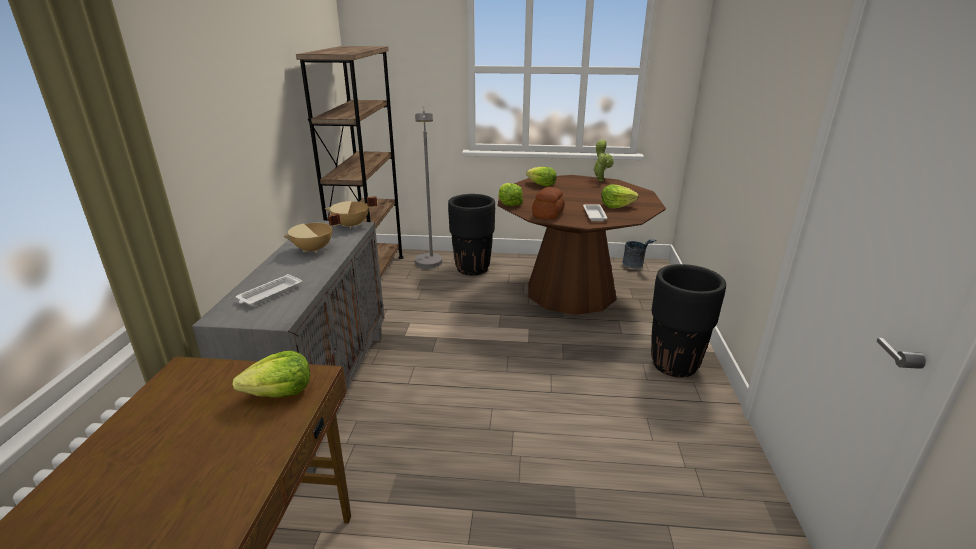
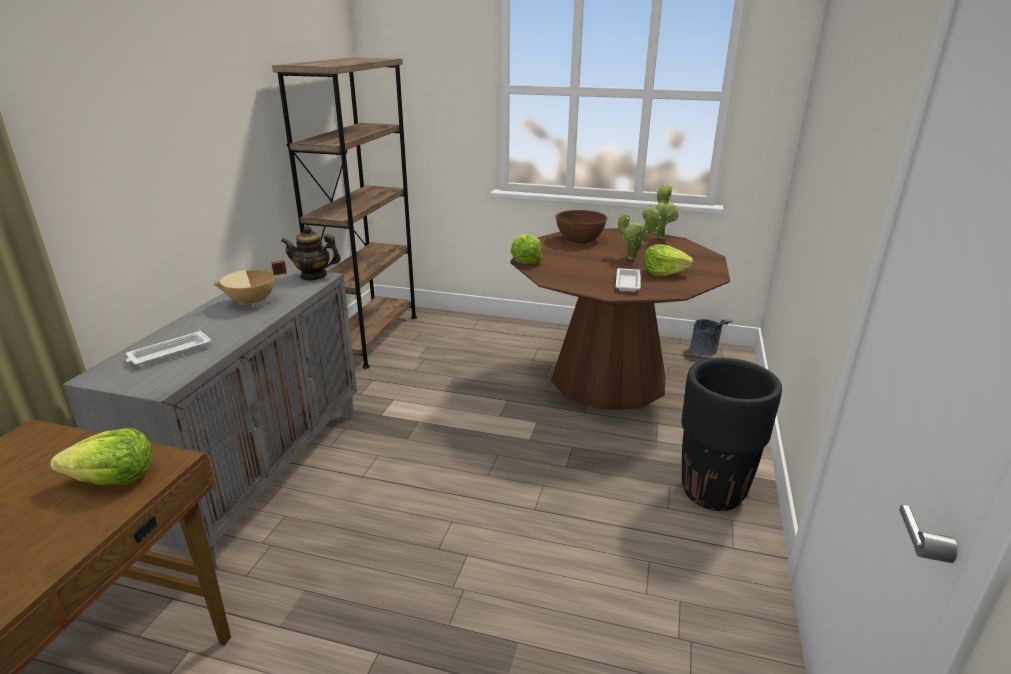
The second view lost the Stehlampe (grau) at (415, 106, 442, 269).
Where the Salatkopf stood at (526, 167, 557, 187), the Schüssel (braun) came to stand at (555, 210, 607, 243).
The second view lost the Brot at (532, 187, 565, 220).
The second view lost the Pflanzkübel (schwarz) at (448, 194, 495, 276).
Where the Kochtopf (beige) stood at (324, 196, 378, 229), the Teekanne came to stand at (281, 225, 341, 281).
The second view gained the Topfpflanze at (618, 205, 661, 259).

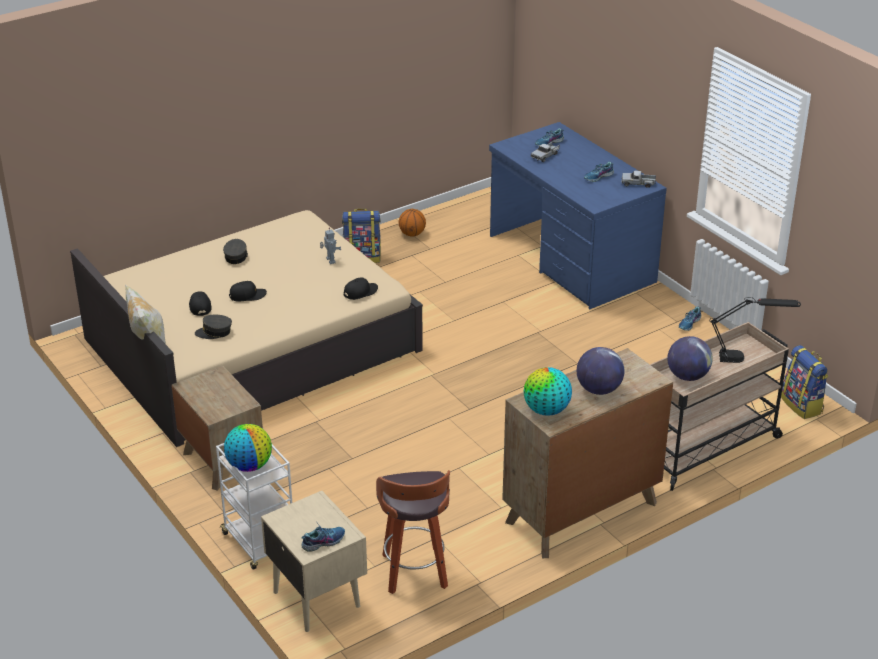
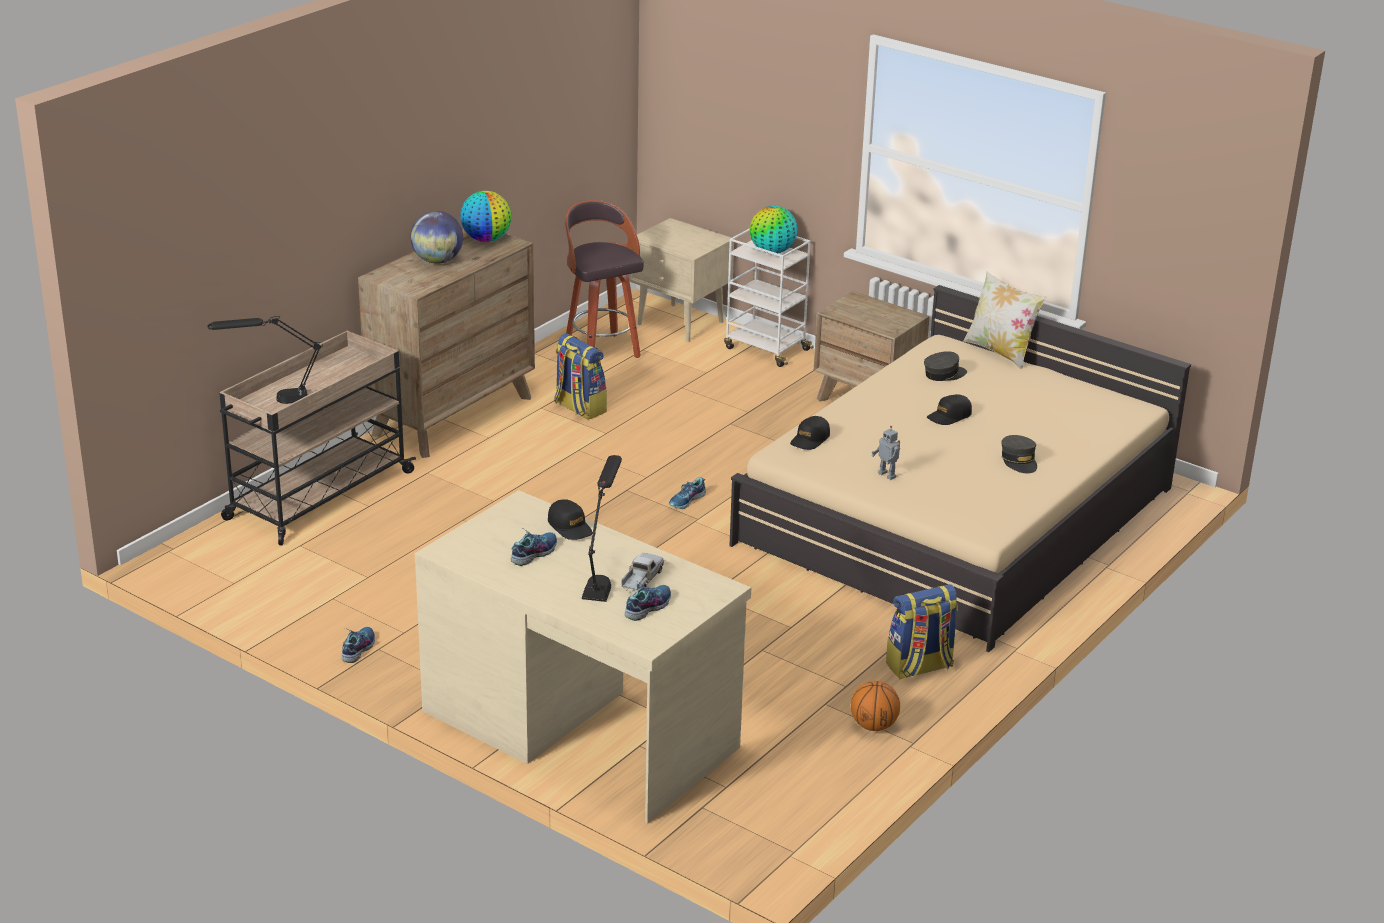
What was the Schreibtisch (blau) at (489, 122, 667, 309) turned into the Schreibtisch (beige) at (415, 490, 751, 824).
The second view lost the Spielzeuglaster at (621, 171, 656, 188).
The Kappe (schwarz) ended up elsewhere, having gone from (189, 291, 212, 316) to (548, 499, 593, 540).
The second view lost the Globus at (667, 336, 713, 381).
The Rucksack ended up elsewhere, having gone from (781, 345, 829, 419) to (554, 333, 607, 420).
The Schuh ended up elsewhere, having gone from (302, 524, 345, 551) to (669, 477, 706, 509).
The second view gained the Tischlampe (schwarz) at (582, 455, 622, 602).

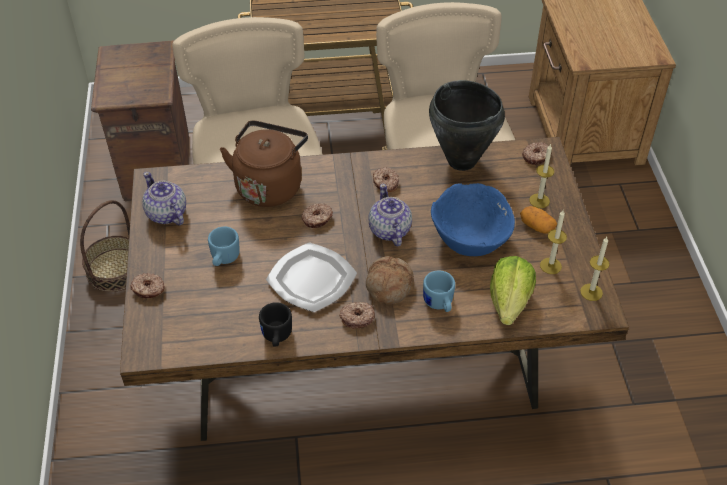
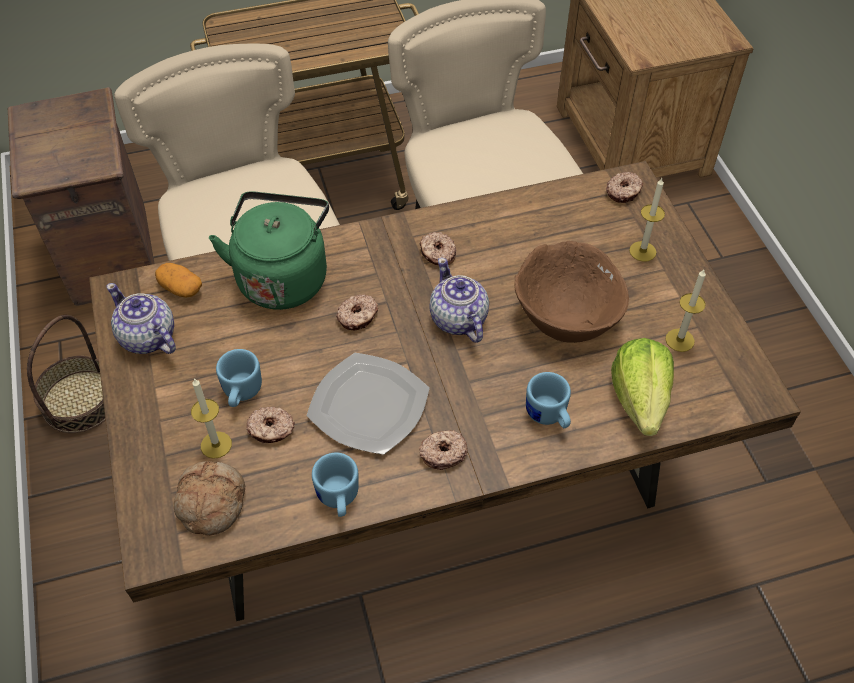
The second view lost the Kochtopf (schwarz) at (429, 80, 505, 171).
What was the Wasserkessel (braun) at (220, 120, 308, 207) turned into the Wasserkessel (grün) at (209, 191, 329, 310).
What was the Schüssel (blau) at (431, 183, 515, 256) turned into the Schüssel (braun) at (514, 241, 629, 343).
The Kartoffel ended up elsewhere, having gone from (520, 206, 557, 234) to (155, 263, 202, 298).
The Kerze ended up elsewhere, having gone from (580, 237, 610, 301) to (191, 378, 232, 459).
The Brot ended up elsewhere, having gone from (366, 256, 414, 304) to (174, 461, 245, 536).
The Donut ended up elsewhere, having gone from (130, 273, 165, 298) to (246, 406, 295, 443).
What was the Henkelbecher (schwarz) at (259, 302, 292, 347) turned into the Henkelbecher (blau) at (312, 453, 359, 517).

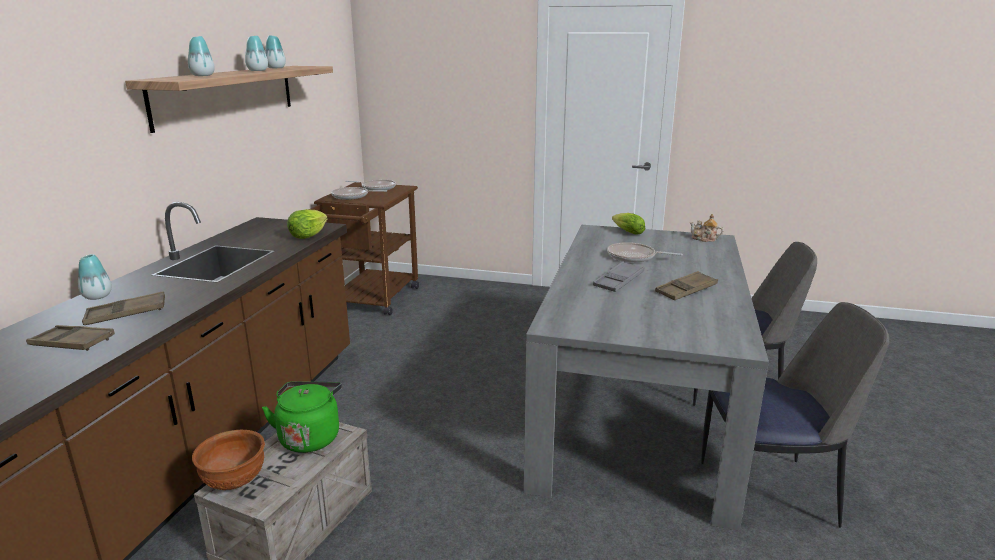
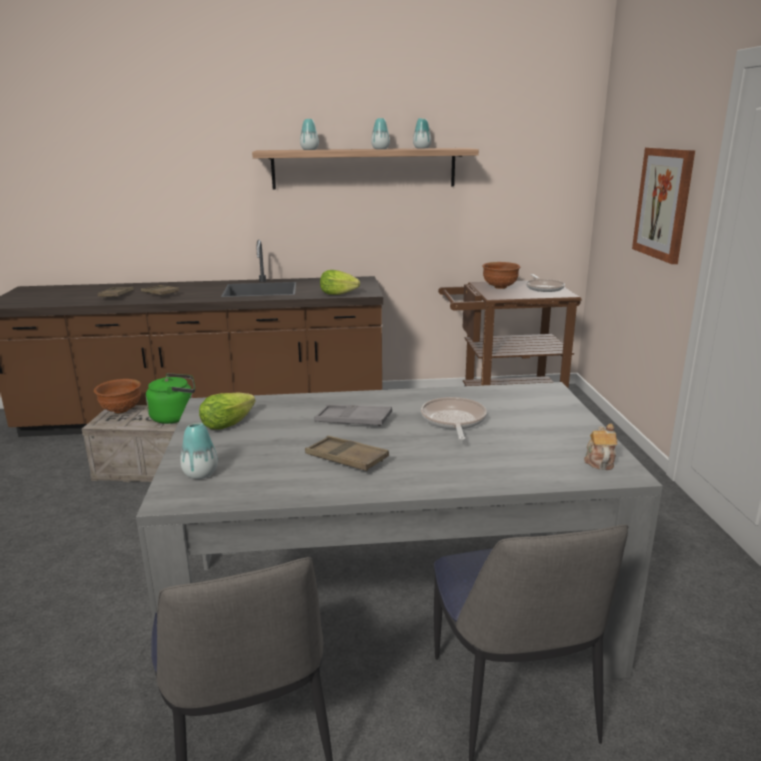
Where the Pfanne stood at (331, 187, 387, 200), the Schüssel (braun) came to stand at (482, 262, 520, 289).
The Salatkopf ended up elsewhere, having gone from (612, 213, 645, 234) to (199, 392, 256, 430).
The Vase ended up elsewhere, having gone from (78, 254, 112, 300) to (180, 423, 218, 479).
The second view gained the Bild at (632, 148, 695, 264).

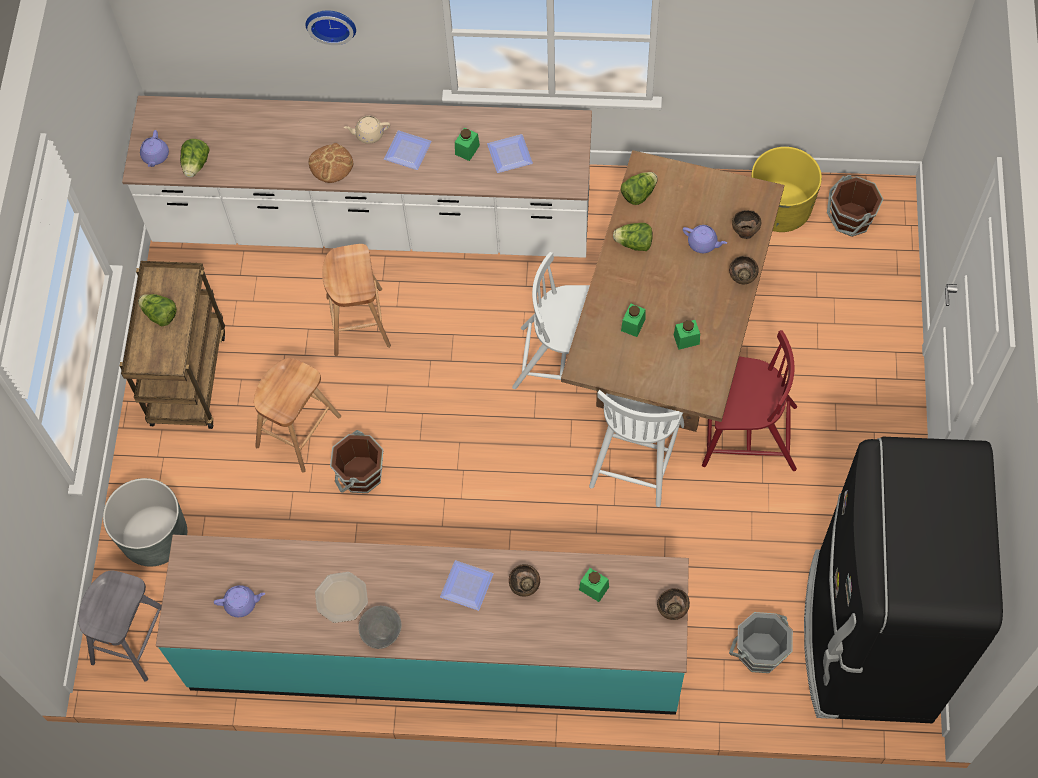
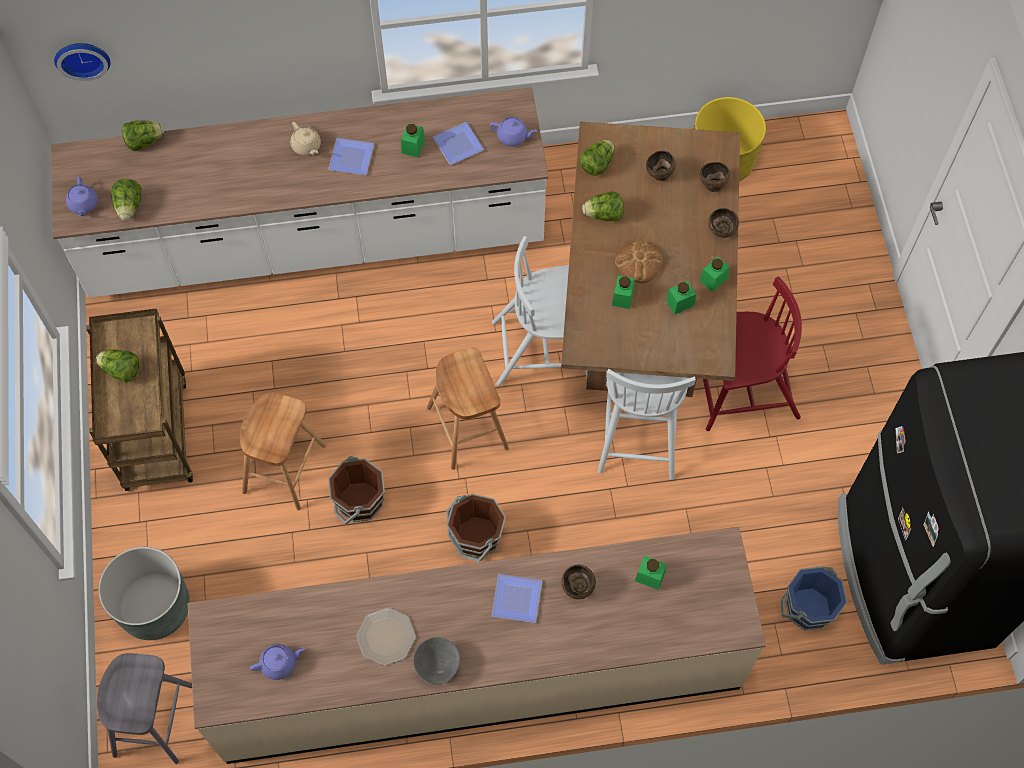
The Wanduhr ended up elsewhere, having gone from (305, 10, 356, 45) to (54, 43, 111, 81).
The Teekanne (beige) at (344, 116, 390, 144) ended up facing another way, 105 degrees counterclockwise from before.
The Brot ended up elsewhere, having gone from (309, 143, 353, 183) to (614, 240, 662, 283).
The Eimer (braun) ended up elsewhere, having gone from (827, 175, 883, 237) to (446, 493, 506, 562).
The Teekanne (lila) ended up elsewhere, having gone from (683, 225, 727, 253) to (490, 117, 537, 146).
The Hocker (braun) ended up elsewhere, having gone from (322, 244, 391, 356) to (427, 347, 509, 470).
What was the Küchenzeile (türkis) at (156, 535, 689, 715) turned into the Küchenzeile (beige) at (188, 527, 766, 764).
The Schüssel (braun) ended up elsewhere, having gone from (657, 588, 690, 620) to (646, 151, 676, 181).
What was the Eimer (grau) at (729, 612, 793, 673) turned into the Eimer (blau) at (781, 566, 848, 631).
The second view gained the Salatkopf at (122, 120, 164, 151).
The second view gained the Vorratsglas (grün) at (699, 256, 730, 292).

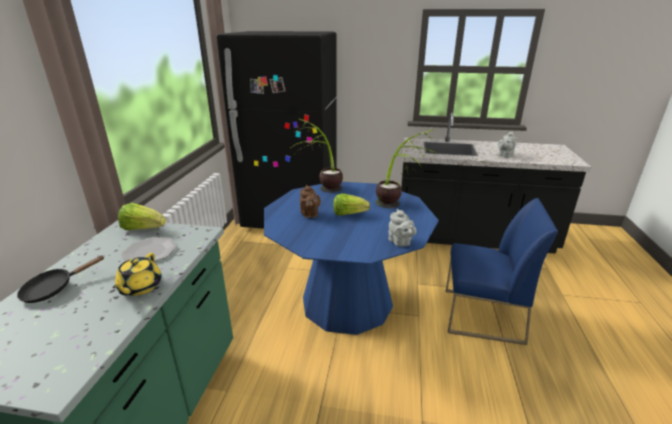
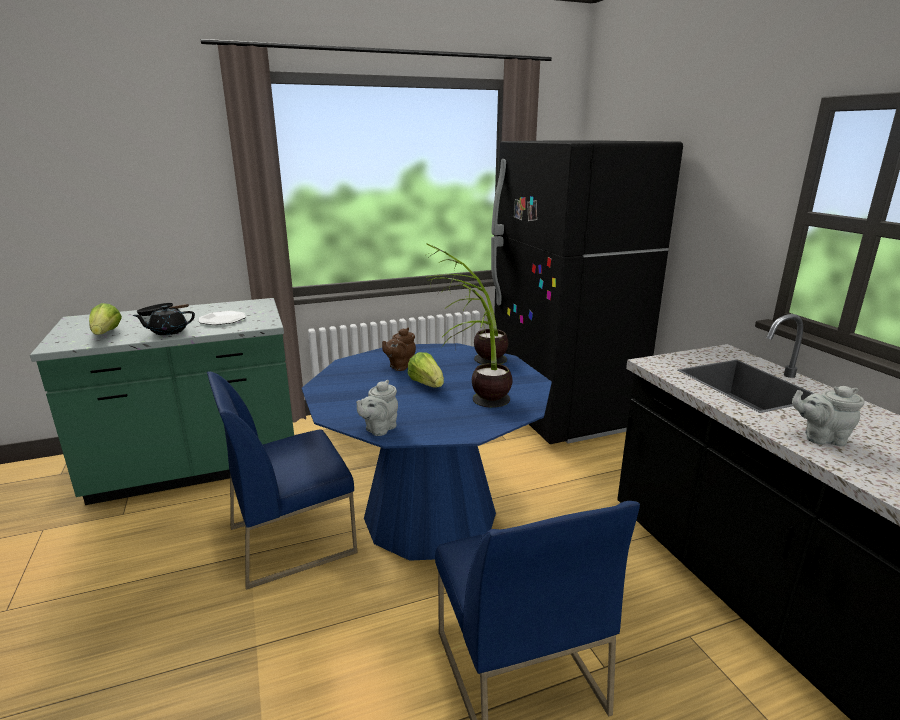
The Salatkopf ended up elsewhere, having gone from (118, 203, 166, 230) to (89, 303, 122, 335).
What was the Teekanne (gelb) at (112, 253, 162, 296) turned into the Teekanne (schwarz) at (132, 306, 195, 335).
The second view gained the Stuhl (blau) at (207, 371, 357, 590).

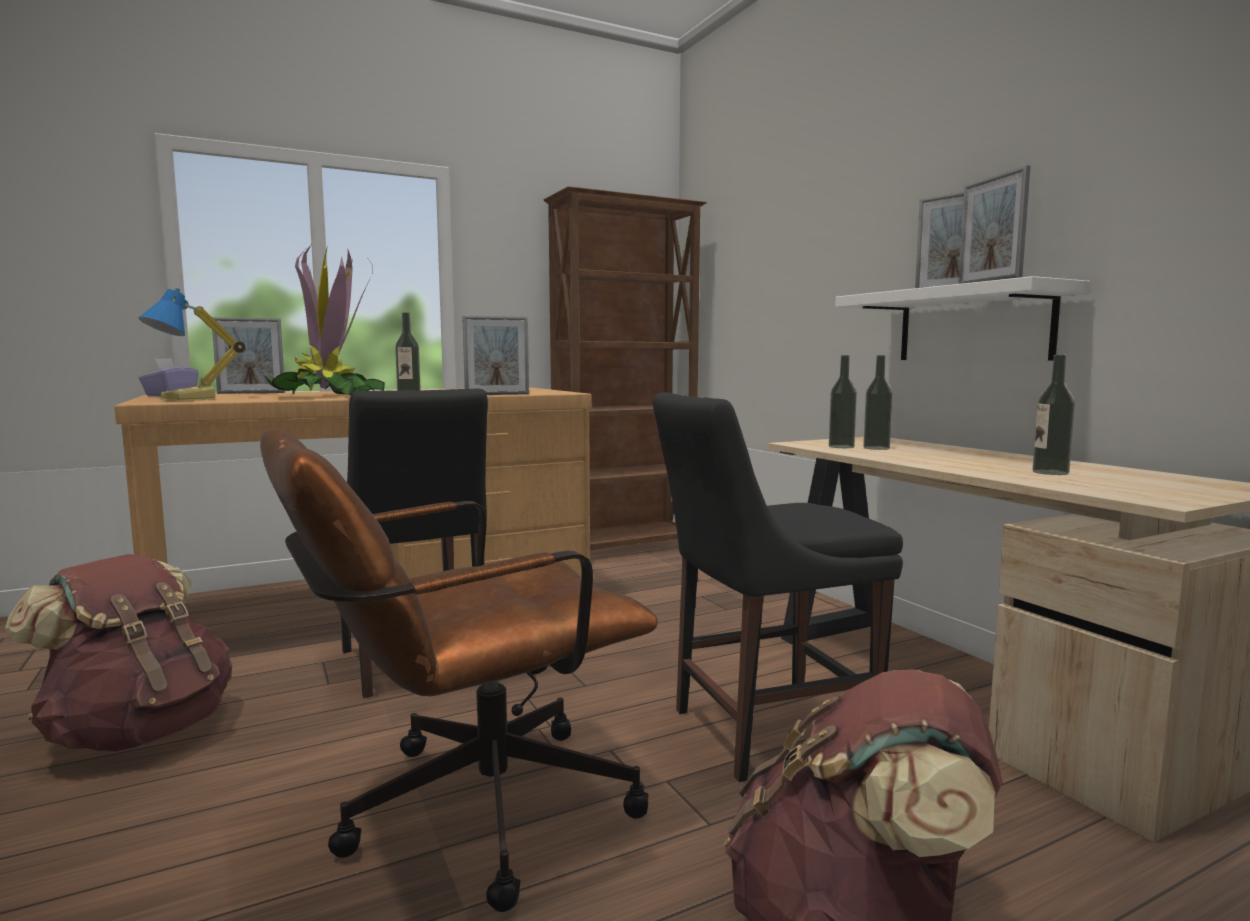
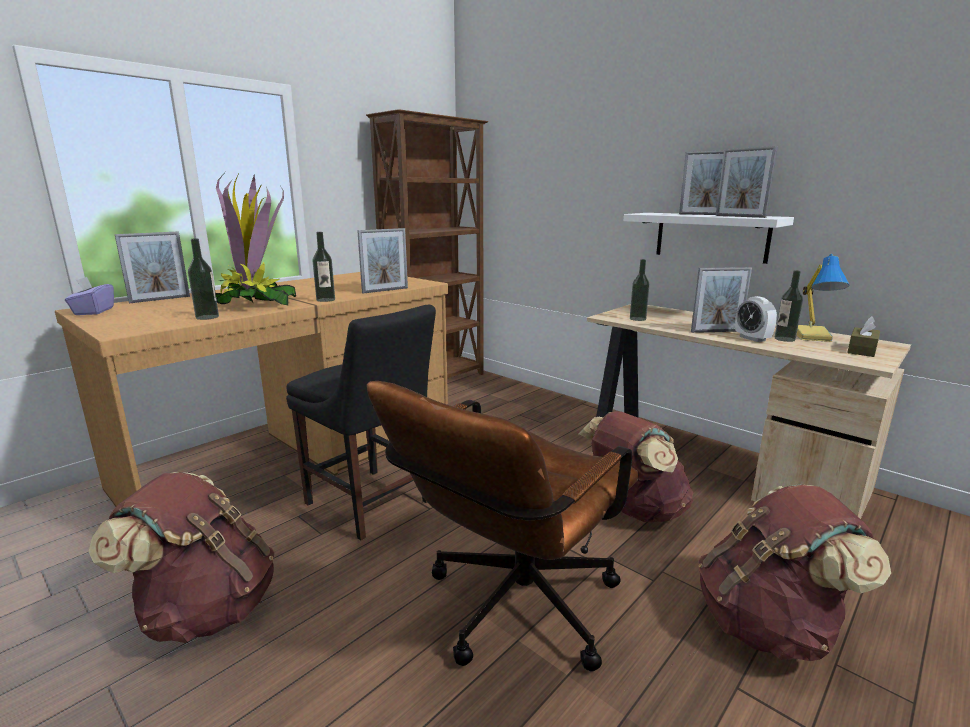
The Tischlampe ended up elsewhere, having gone from (138, 288, 245, 401) to (796, 254, 850, 342).
The Flasche ended up elsewhere, having gone from (863, 355, 893, 450) to (188, 239, 219, 320).
Where the Stuhl (schwarz) stood at (652, 392, 903, 782), the Rucksack (braun) came to stand at (578, 411, 693, 522).
The second view gained the Bilderrahmen at (691, 267, 752, 333).
The second view gained the Wecker at (735, 296, 777, 342).
The second view gained the Taschentuchbox (braun) at (847, 316, 880, 357).

